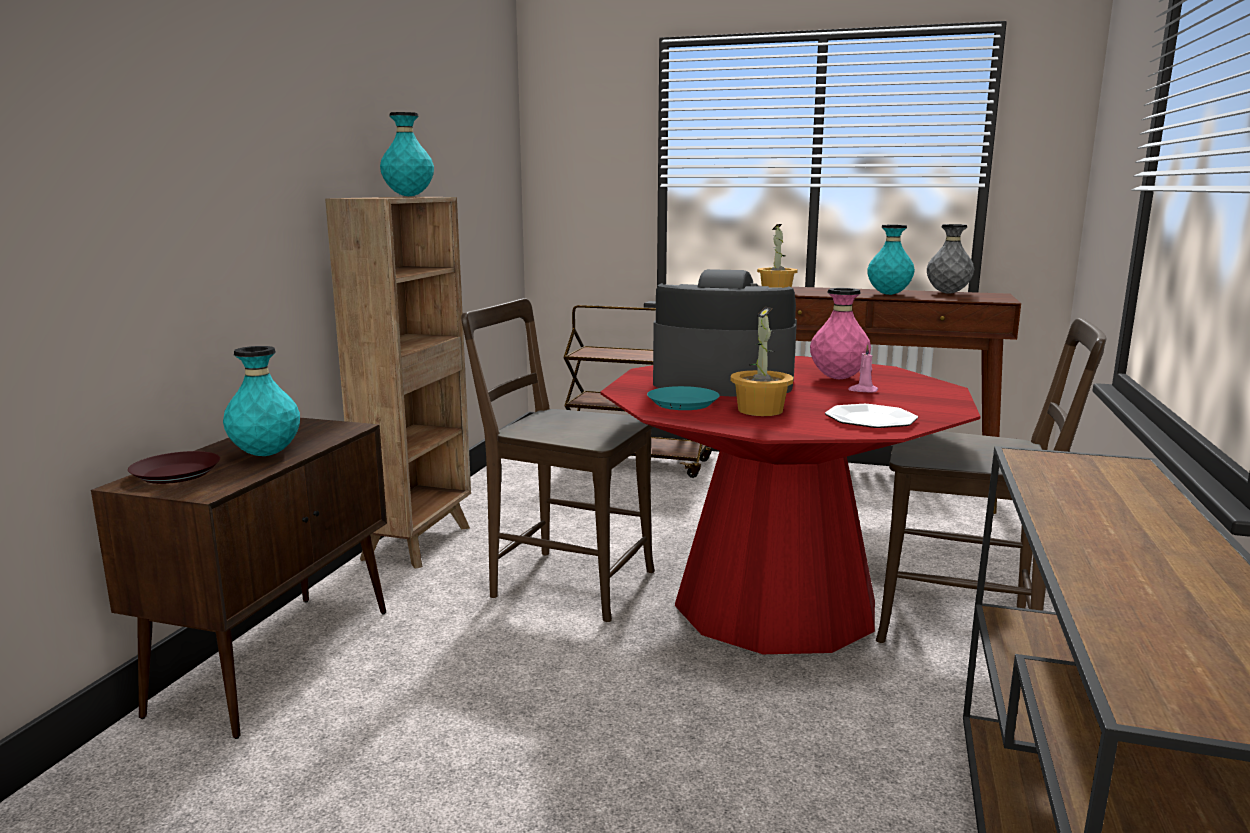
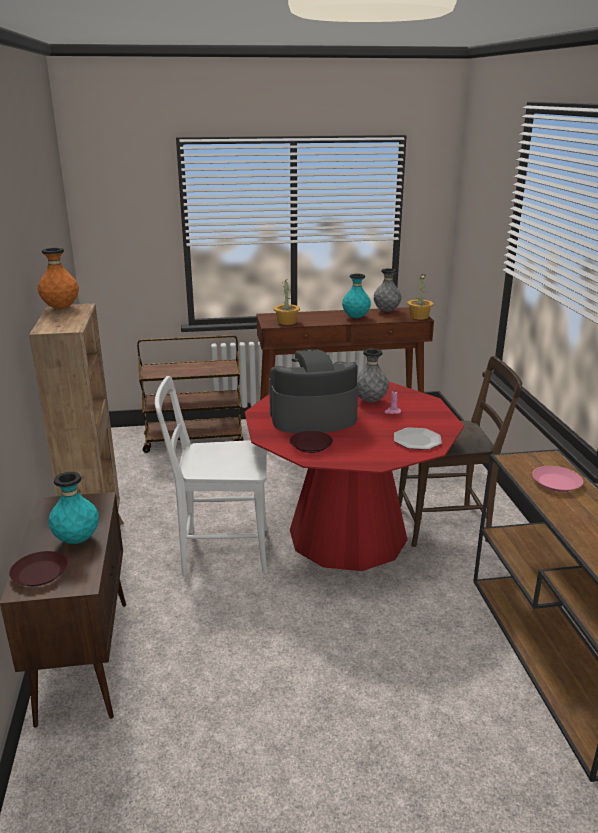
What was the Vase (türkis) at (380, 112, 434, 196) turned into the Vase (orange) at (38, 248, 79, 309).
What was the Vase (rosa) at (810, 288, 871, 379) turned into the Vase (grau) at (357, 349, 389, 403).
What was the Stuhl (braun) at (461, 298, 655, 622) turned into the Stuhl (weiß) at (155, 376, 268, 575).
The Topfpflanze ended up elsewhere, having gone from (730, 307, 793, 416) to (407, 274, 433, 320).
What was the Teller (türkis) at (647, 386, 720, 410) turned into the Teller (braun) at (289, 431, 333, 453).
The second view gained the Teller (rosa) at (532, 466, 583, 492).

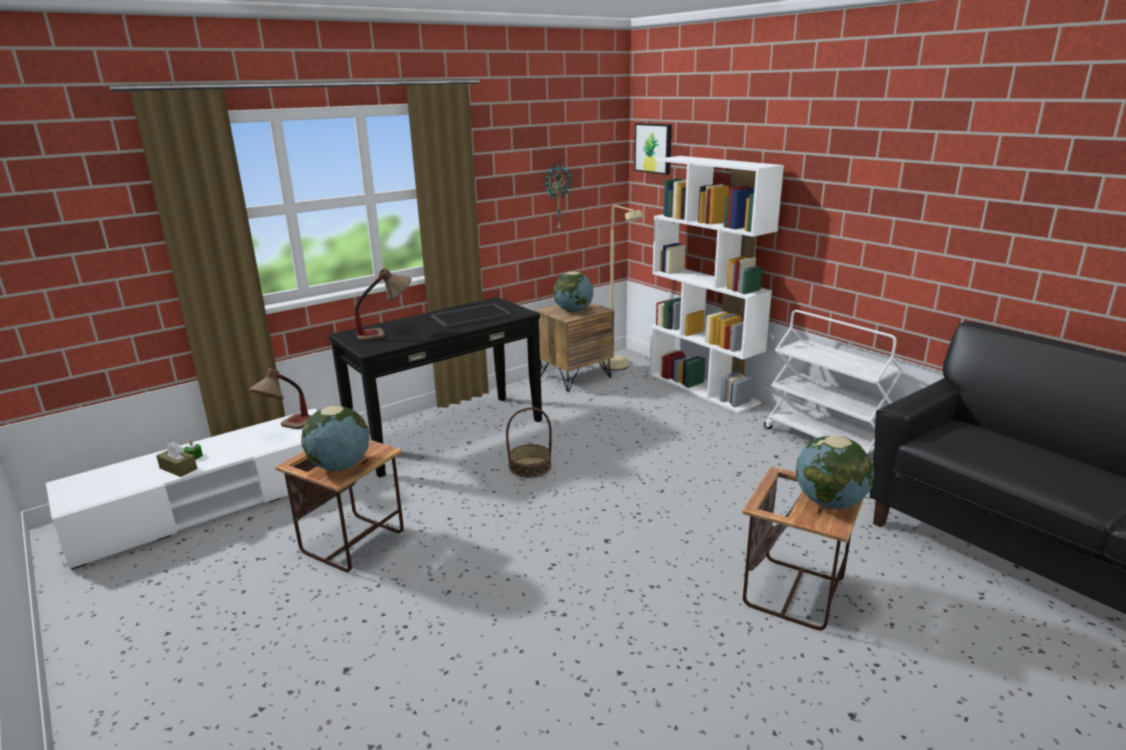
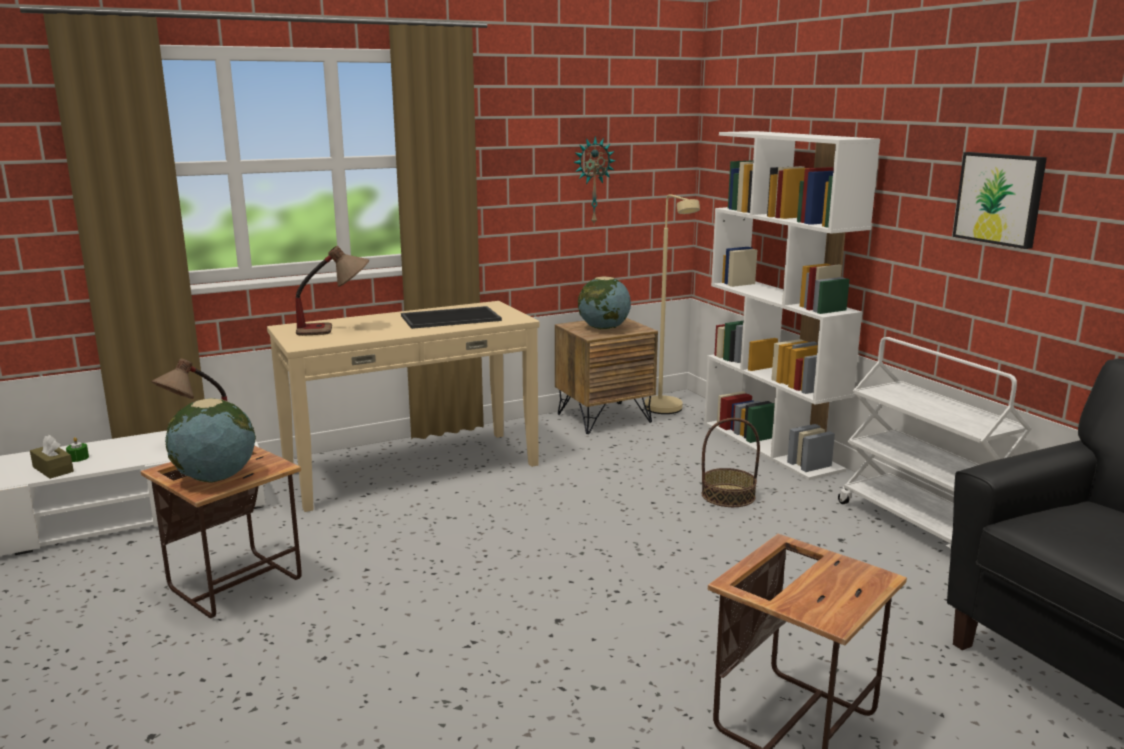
The Bild ended up elsewhere, having gone from (634, 123, 672, 175) to (953, 152, 1047, 249).
What was the Konsolentisch (schwarz) at (328, 297, 542, 478) turned into the Konsolentisch (beige) at (267, 301, 539, 512).
The Korb ended up elsewhere, having gone from (506, 407, 552, 478) to (702, 418, 760, 507).
The second view lost the Globus at (796, 435, 874, 509).

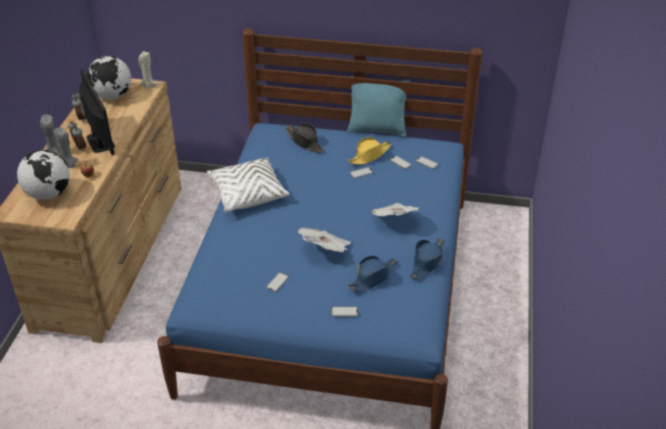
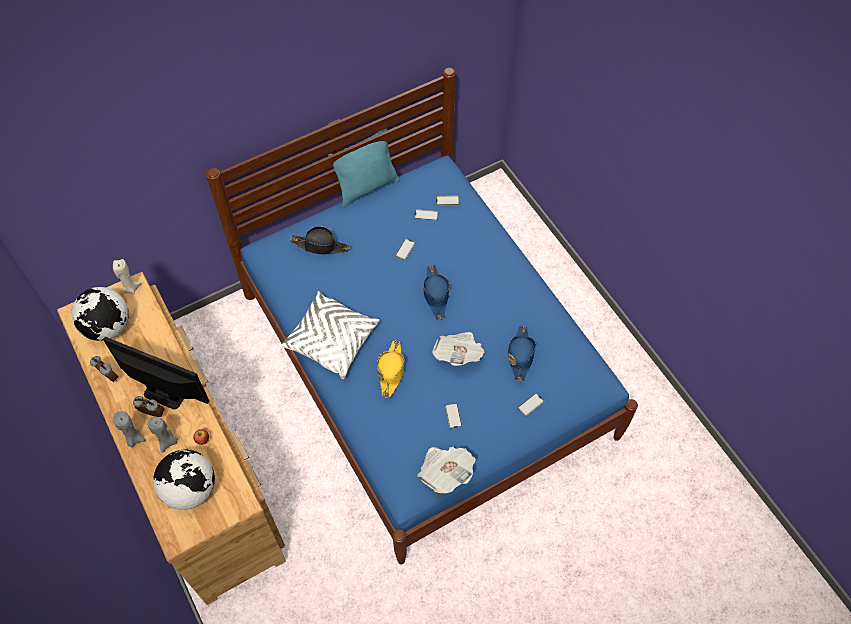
The Hut (gelb) ended up elsewhere, having gone from (348, 137, 391, 165) to (377, 340, 404, 398).
The Zeitung ended up elsewhere, having gone from (372, 203, 419, 216) to (417, 447, 476, 493).
The Hut (blau) ended up elsewhere, having gone from (410, 238, 445, 279) to (424, 265, 449, 320).

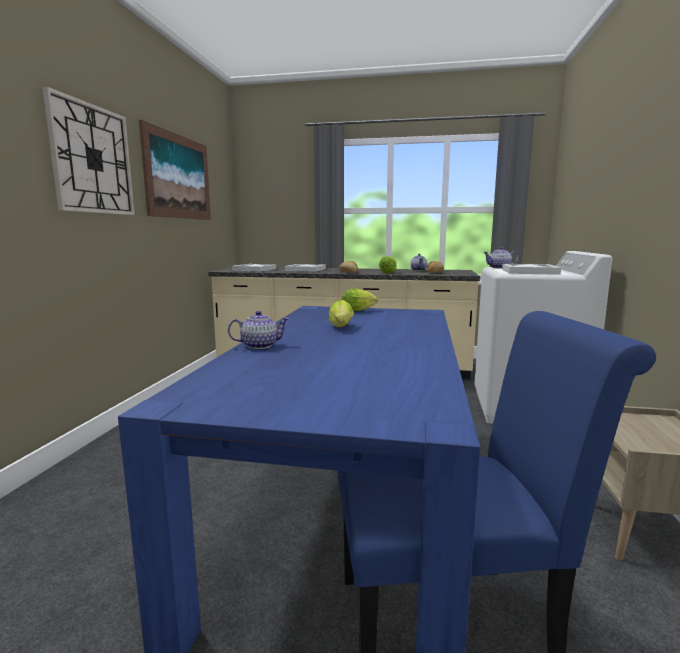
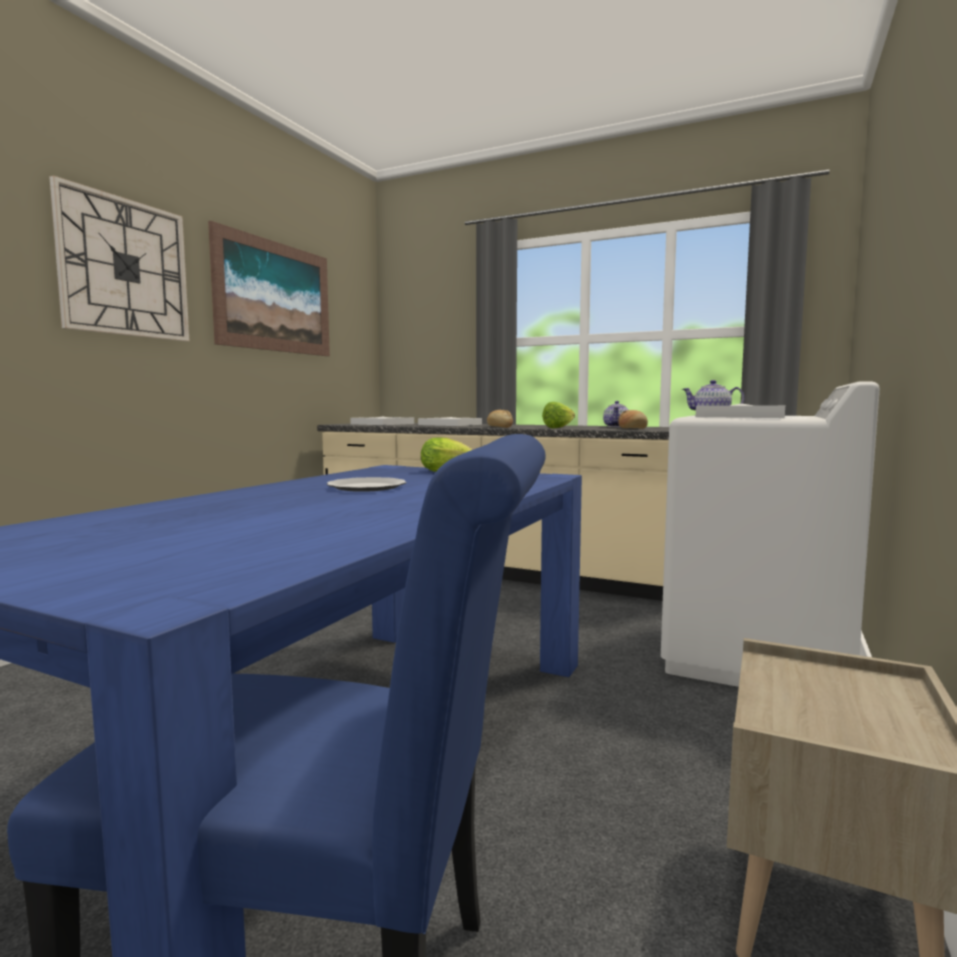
Where the Salatkopf stood at (329, 299, 354, 327), the Teller came to stand at (327, 477, 407, 492).
The second view lost the Teekanne at (228, 311, 289, 349).

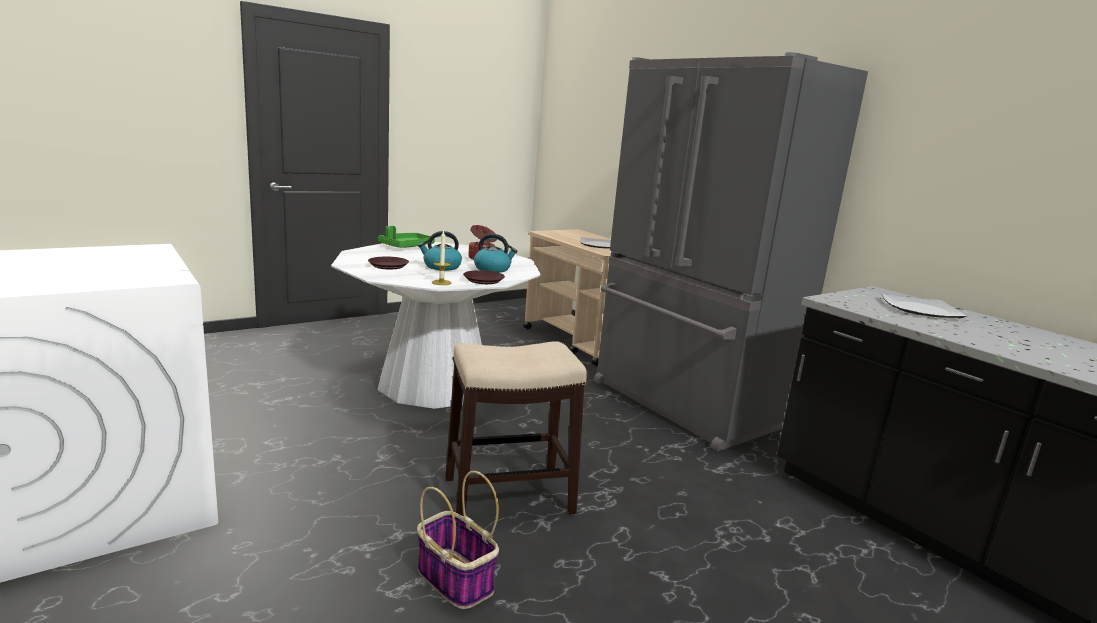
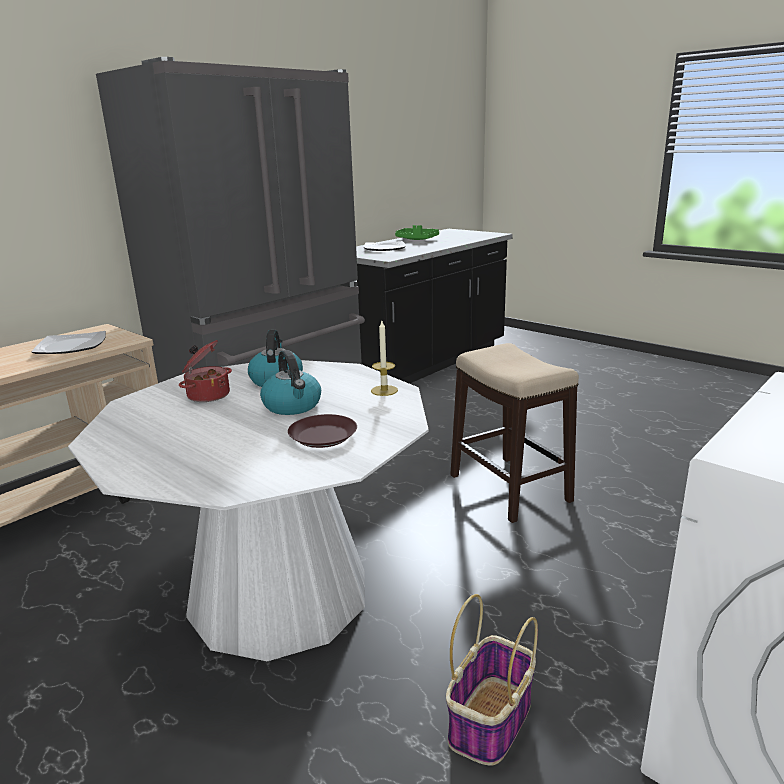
The Tablett (grün) ended up elsewhere, having gone from (378, 226, 435, 248) to (395, 225, 439, 240).
The second view lost the Teller (braun) at (463, 270, 505, 284).
The Korb ended up elsewhere, having gone from (417, 471, 499, 609) to (446, 594, 538, 765).

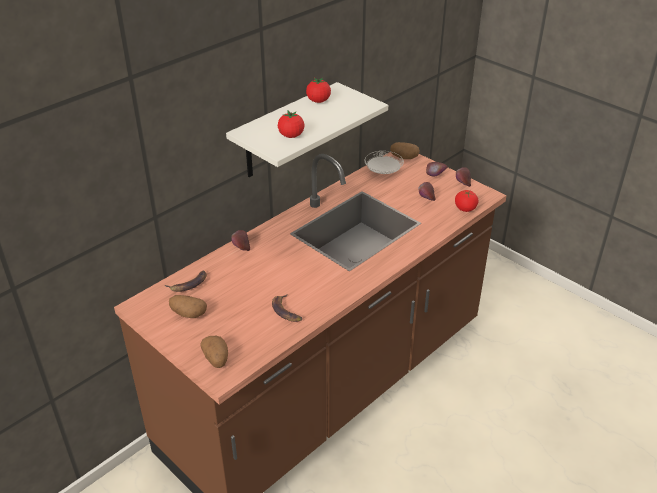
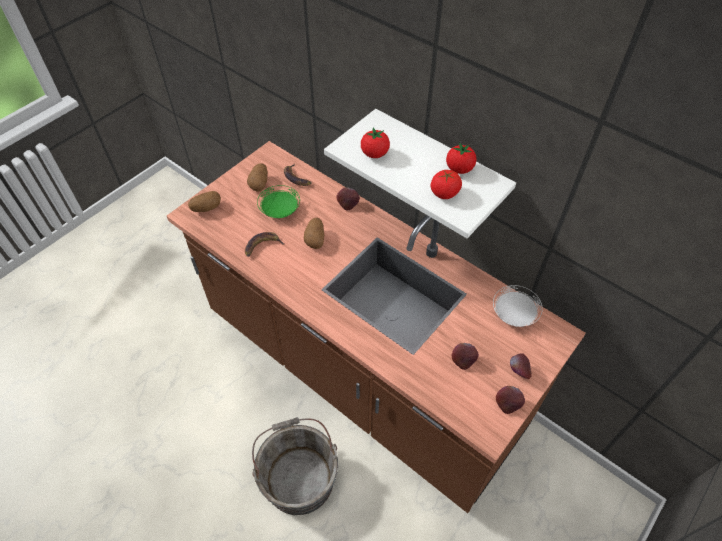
The Kartoffel ended up elsewhere, having gone from (390, 142, 420, 159) to (304, 218, 324, 249).
The Tomate ended up elsewhere, having gone from (455, 190, 478, 212) to (430, 170, 462, 199).
The second view gained the Teller (grün) at (257, 185, 300, 218).
The second view gained the Eimer (grau) at (252, 417, 338, 515).

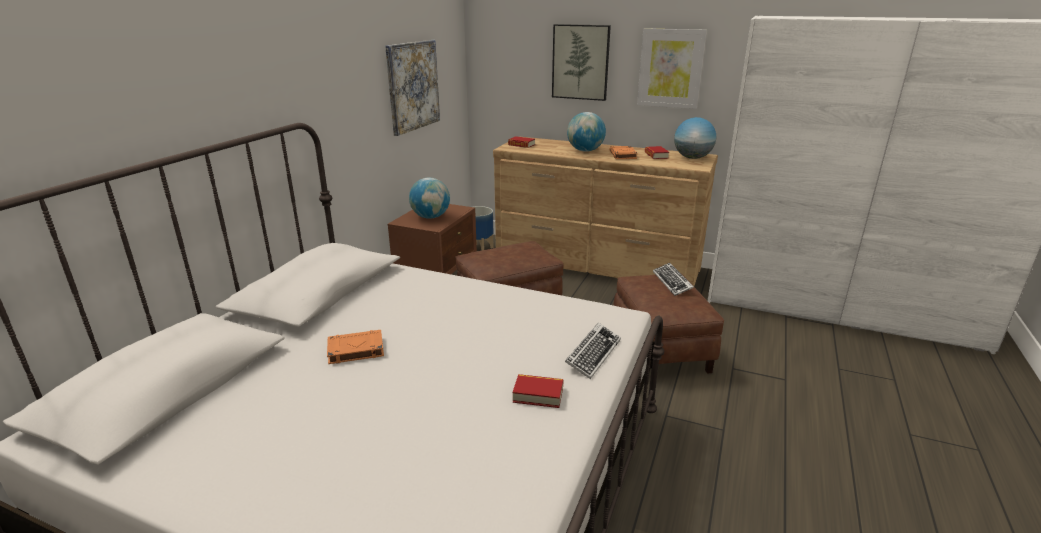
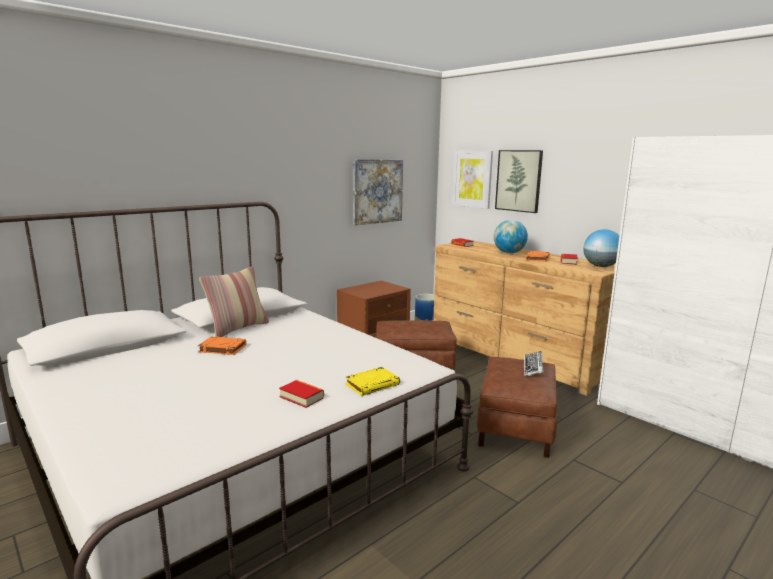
The Bild ended up elsewhere, having gone from (637, 28, 707, 109) to (453, 151, 493, 209).
The second view lost the Globus at (409, 178, 450, 219).
Where the Tastatur stood at (565, 322, 621, 379), the Buch (gelb) came to stand at (345, 367, 400, 396).
The second view gained the Kissen at (199, 266, 269, 337).

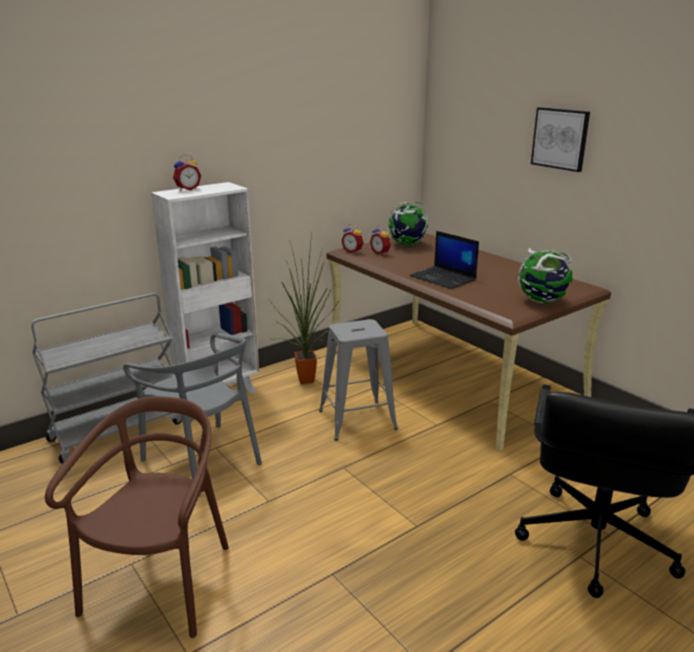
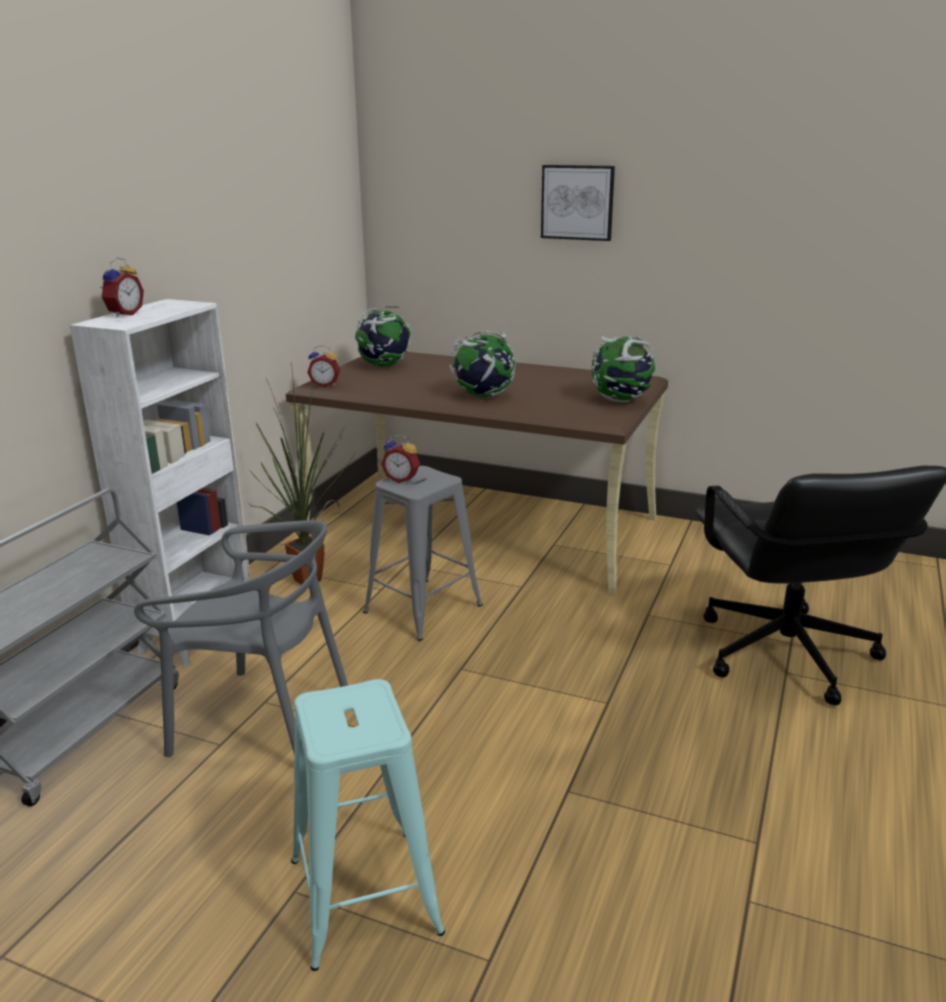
The Wecker ended up elsewhere, having gone from (370, 225, 391, 255) to (381, 435, 420, 483).
Where the Laptop stood at (410, 231, 479, 289), the Globus came to stand at (450, 331, 516, 398).
Where the Stuhl (braun) stood at (45, 396, 229, 638), the Hocker (türkis) came to stand at (291, 679, 445, 971).

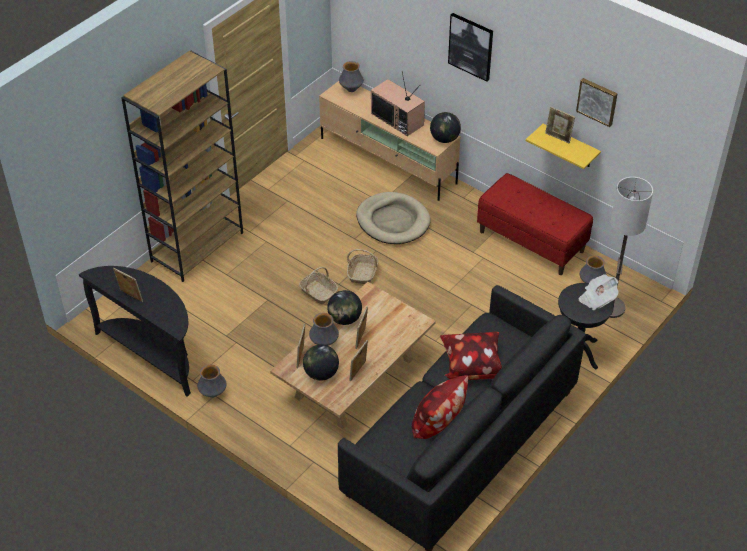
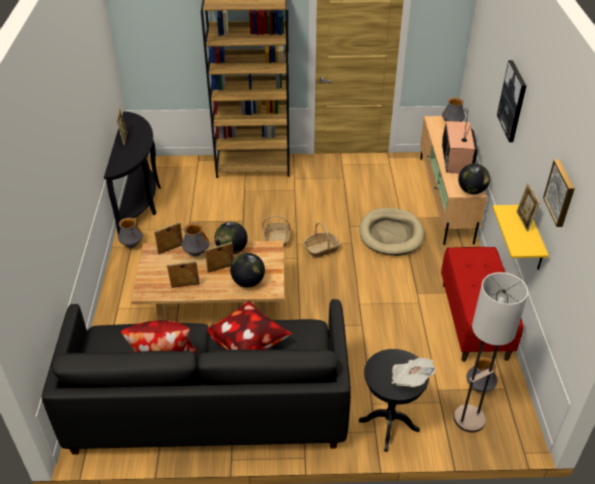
The Globus ended up elsewhere, having gone from (303, 344, 339, 381) to (230, 253, 265, 287).

